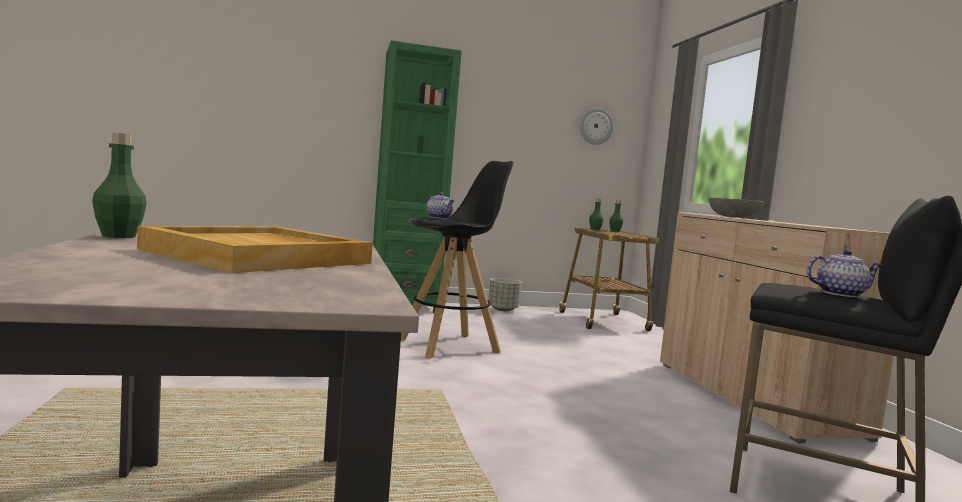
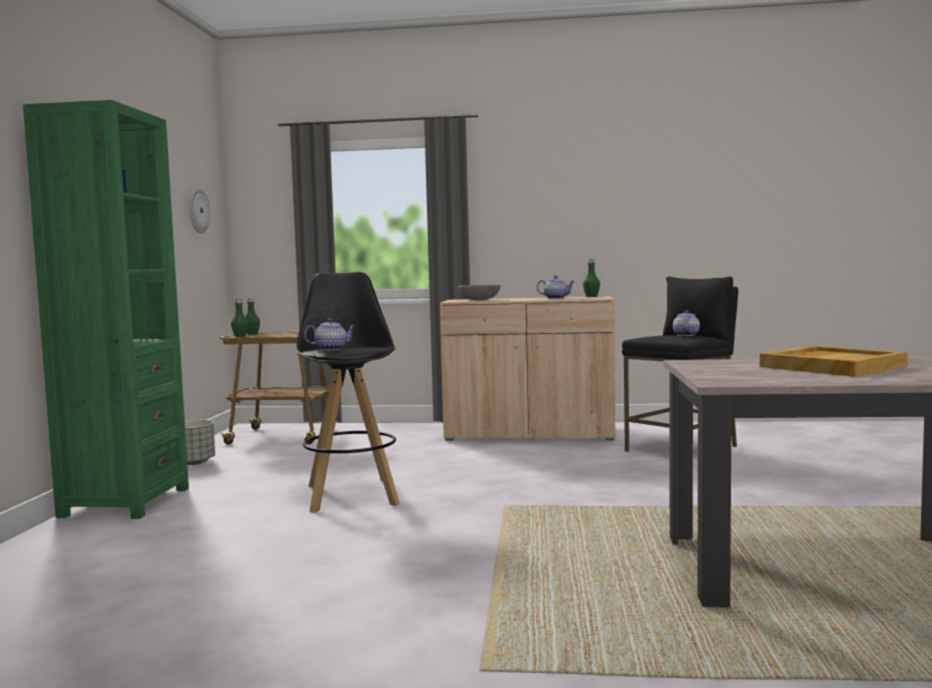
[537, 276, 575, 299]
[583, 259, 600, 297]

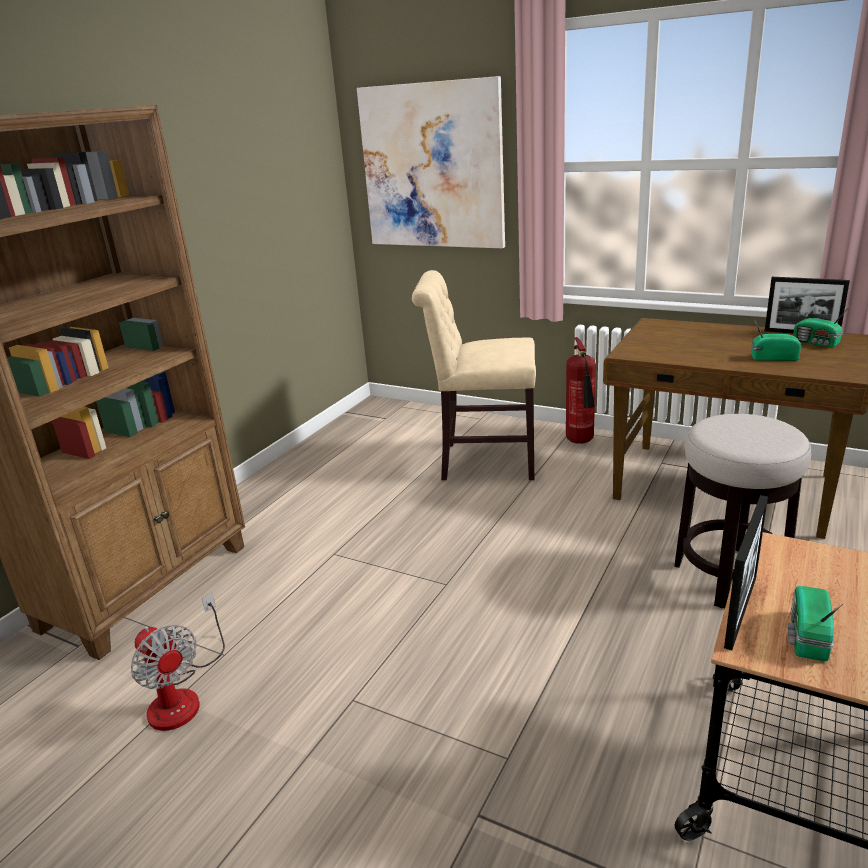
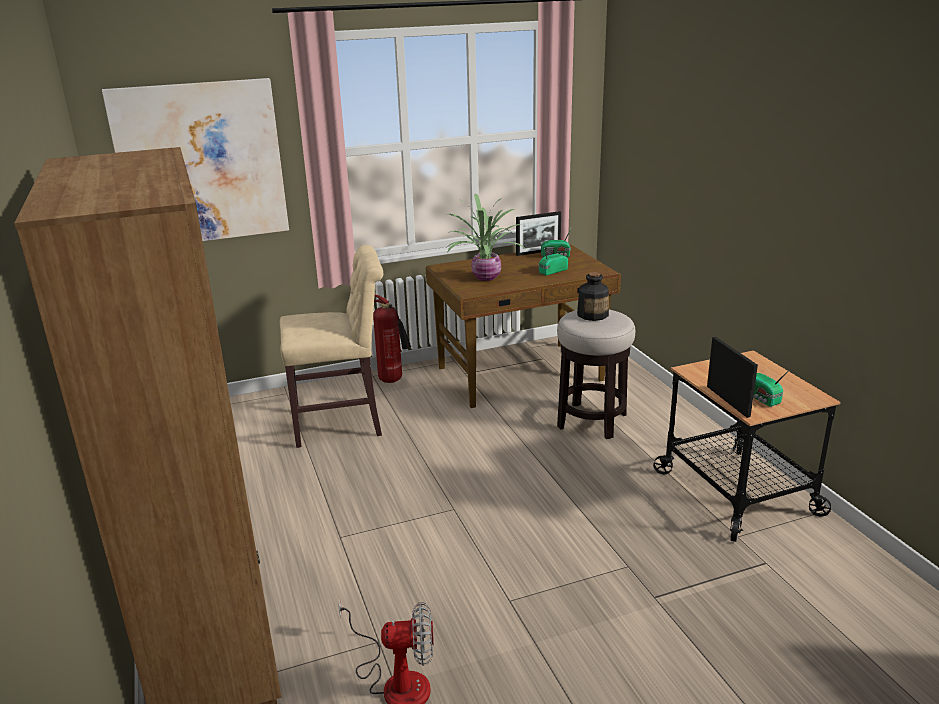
[447, 194, 524, 281]
[577, 272, 609, 321]
[280, 245, 383, 448]

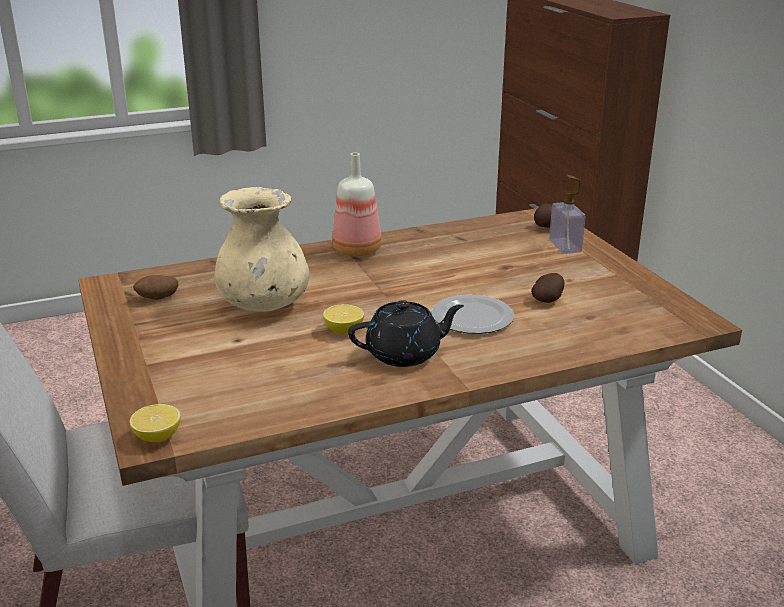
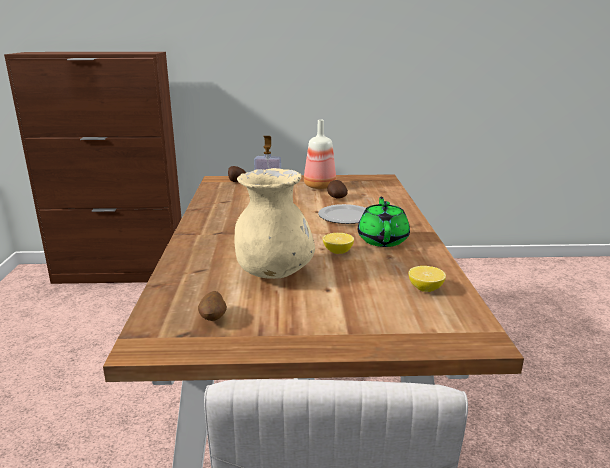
[408, 266, 446, 292]
[304, 120, 336, 189]
[358, 197, 410, 247]

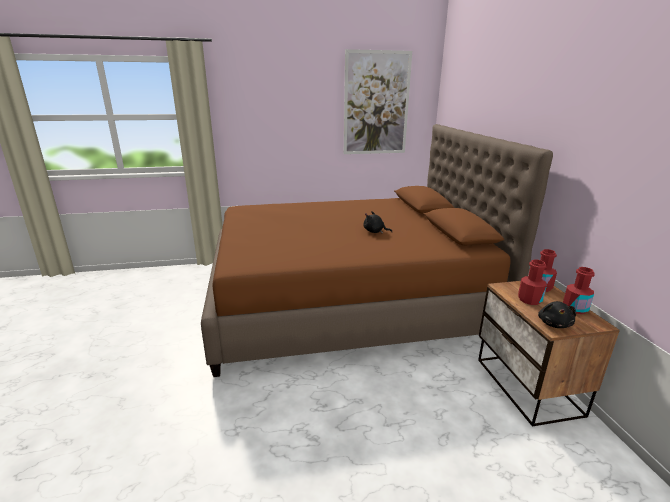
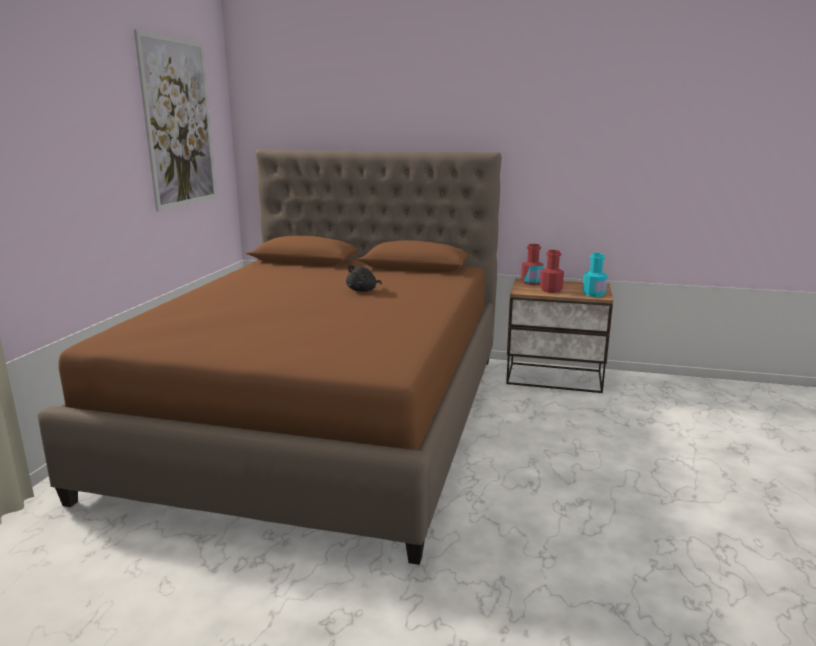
[563, 267, 595, 314] (first image)
[582, 253, 608, 297]

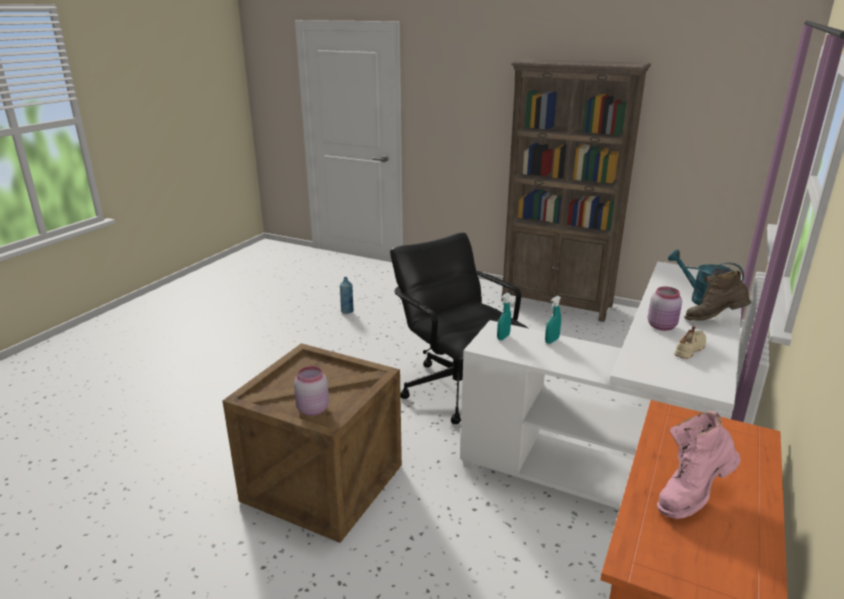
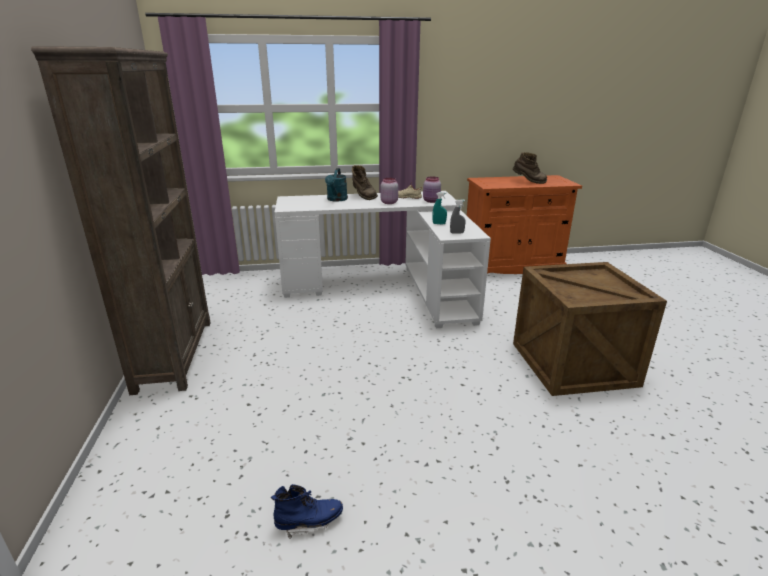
[390, 232, 528, 424] (first image)
[423, 176, 441, 203]
[271, 484, 343, 539]
[450, 200, 466, 233]
[513, 152, 547, 184]

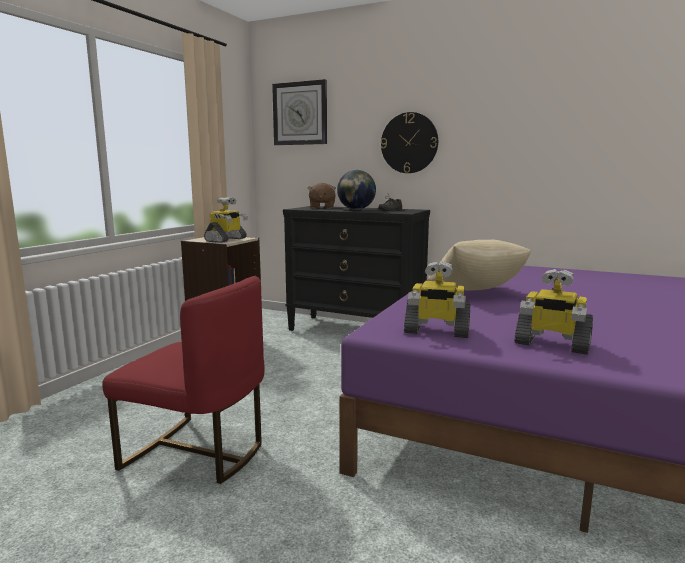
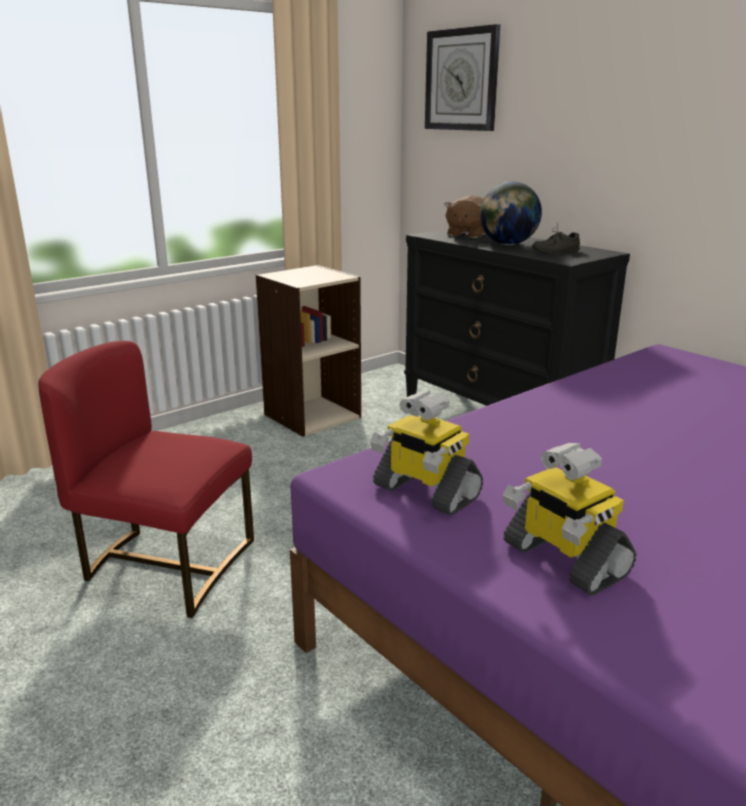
[204, 197, 248, 243] (first image)
[381, 112, 438, 173] (first image)
[428, 240, 531, 291] (first image)
[38, 341, 254, 618]

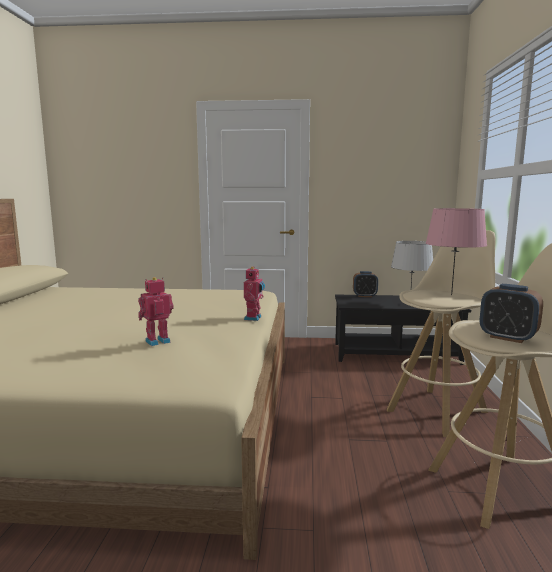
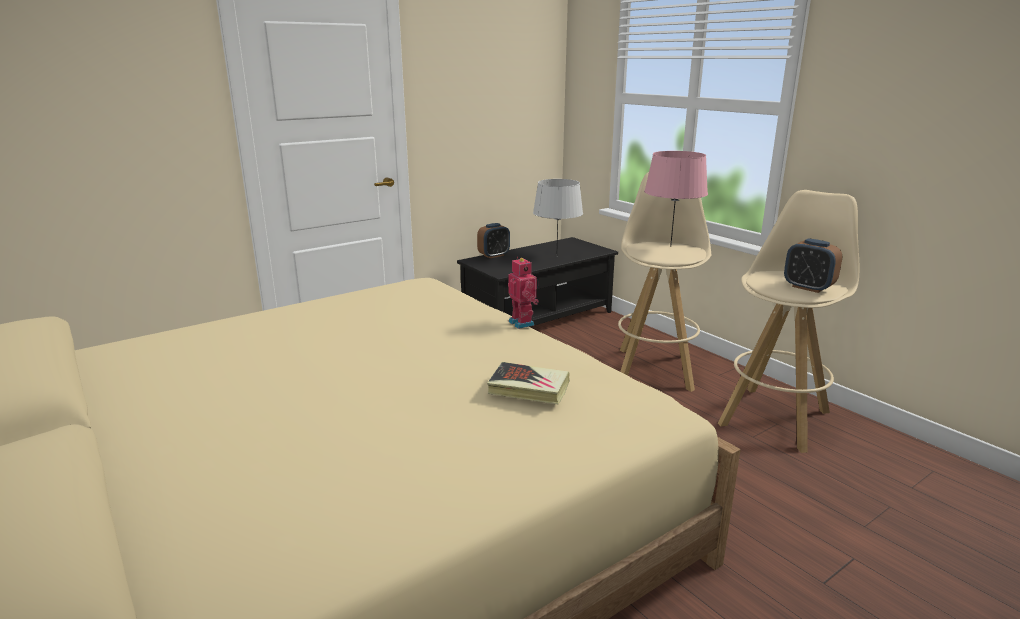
[487, 362, 570, 405]
[784, 238, 842, 293]

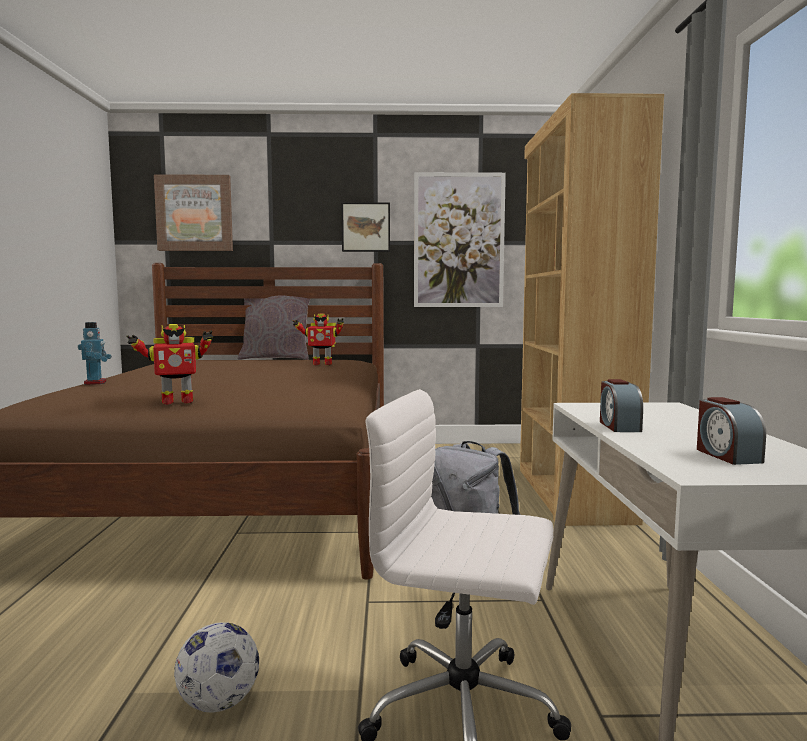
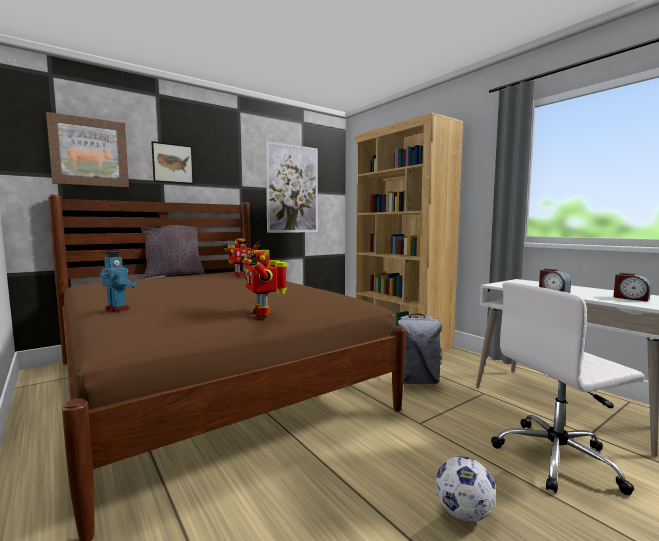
[151, 141, 194, 184]
[240, 250, 287, 317]

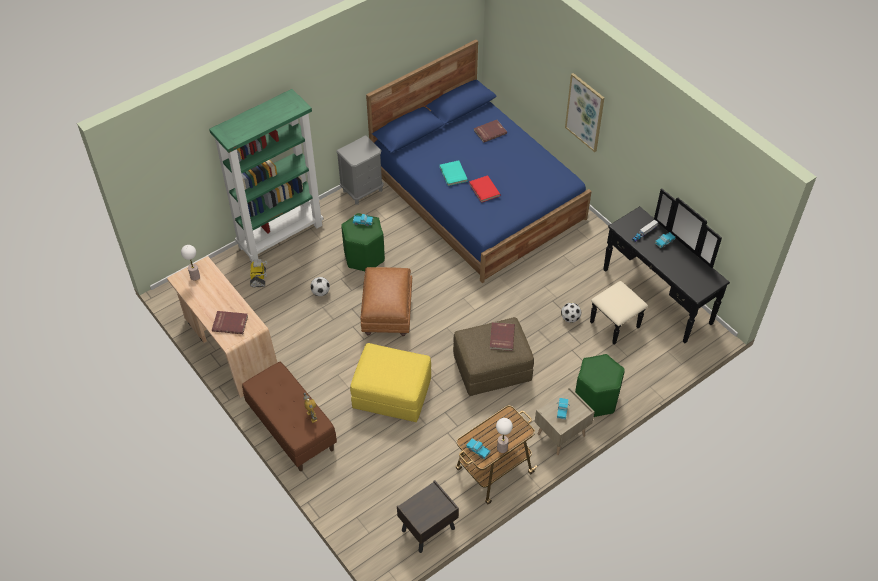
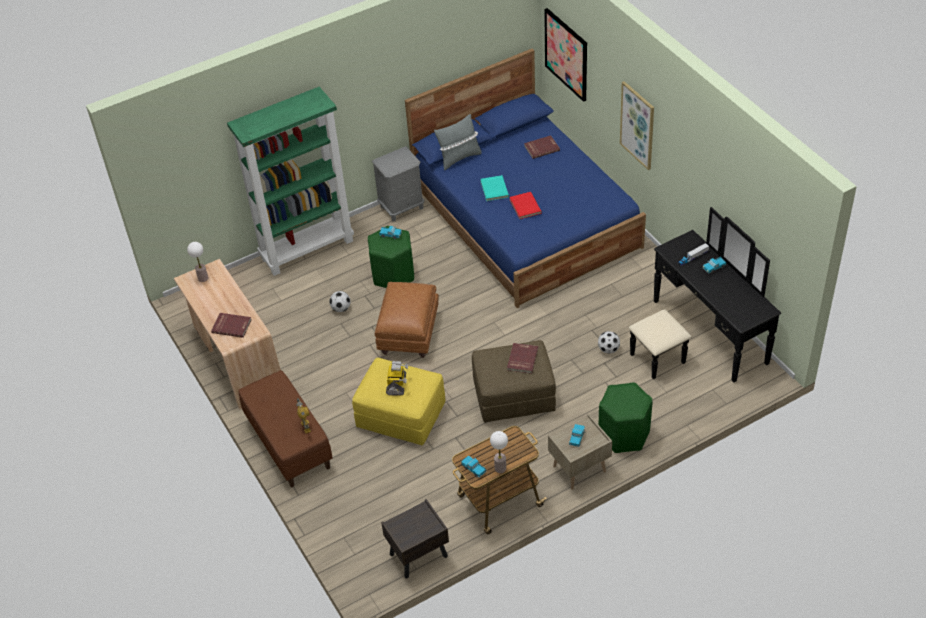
[434, 114, 482, 171]
[544, 8, 587, 102]
[386, 361, 408, 396]

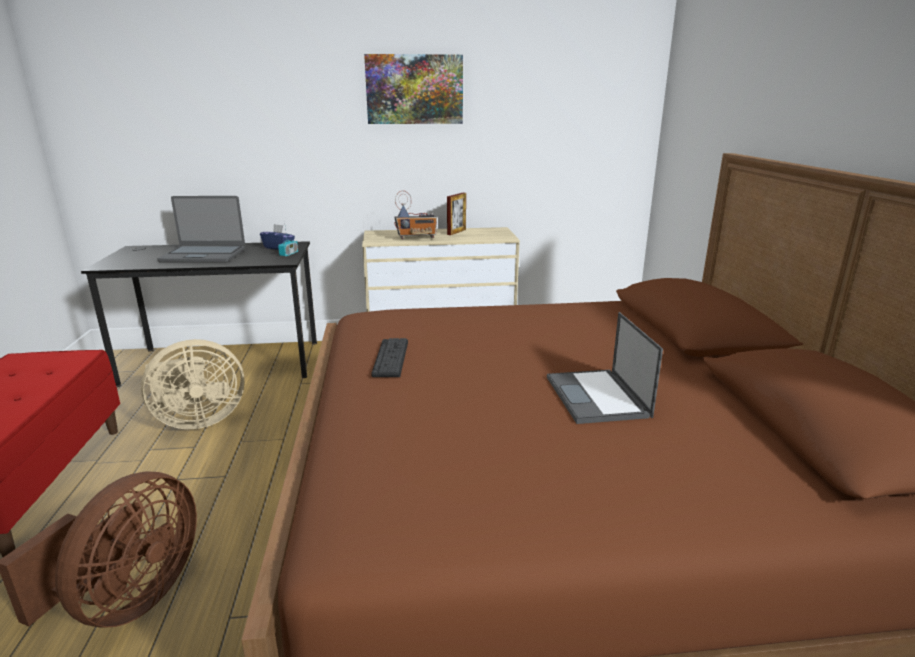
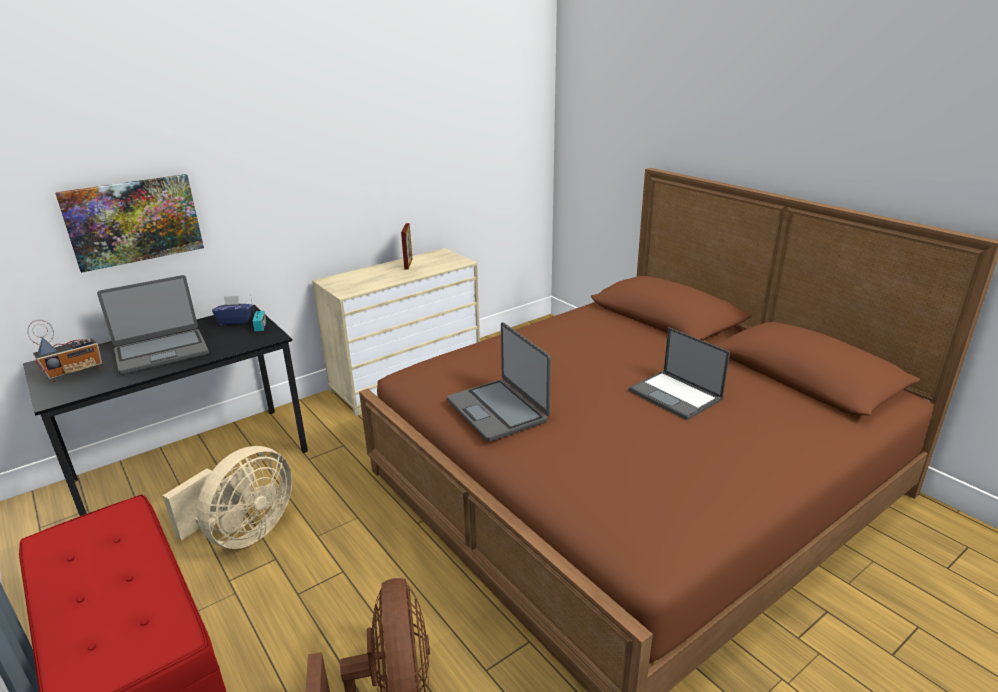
[55, 174, 204, 273]
[27, 320, 102, 382]
[447, 322, 551, 442]

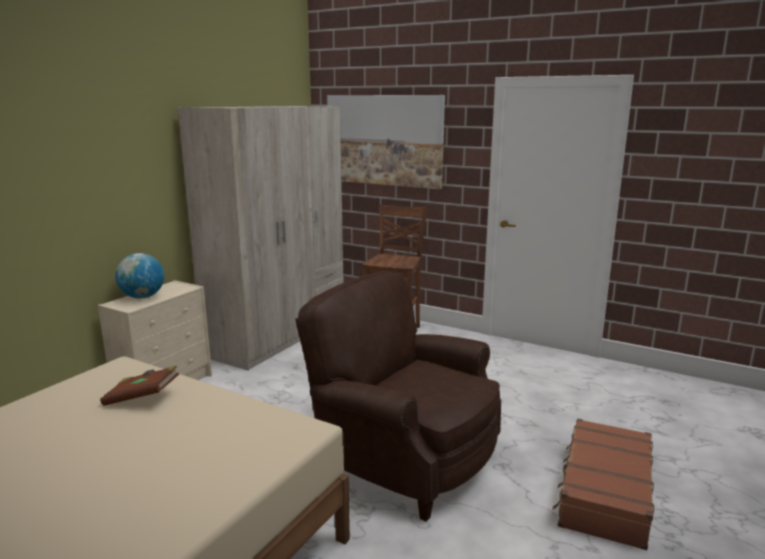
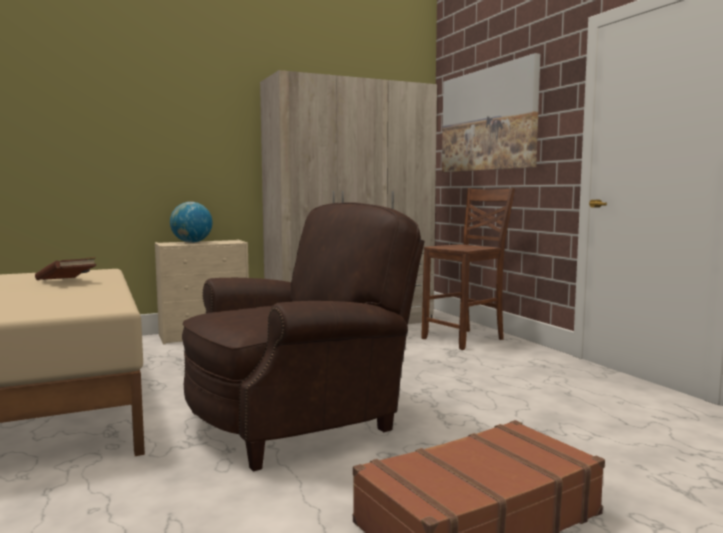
[182, 202, 425, 472]

